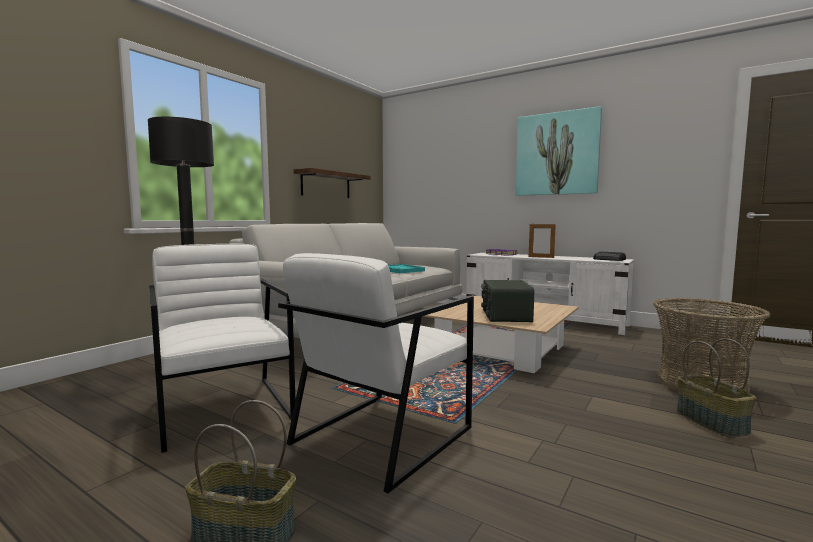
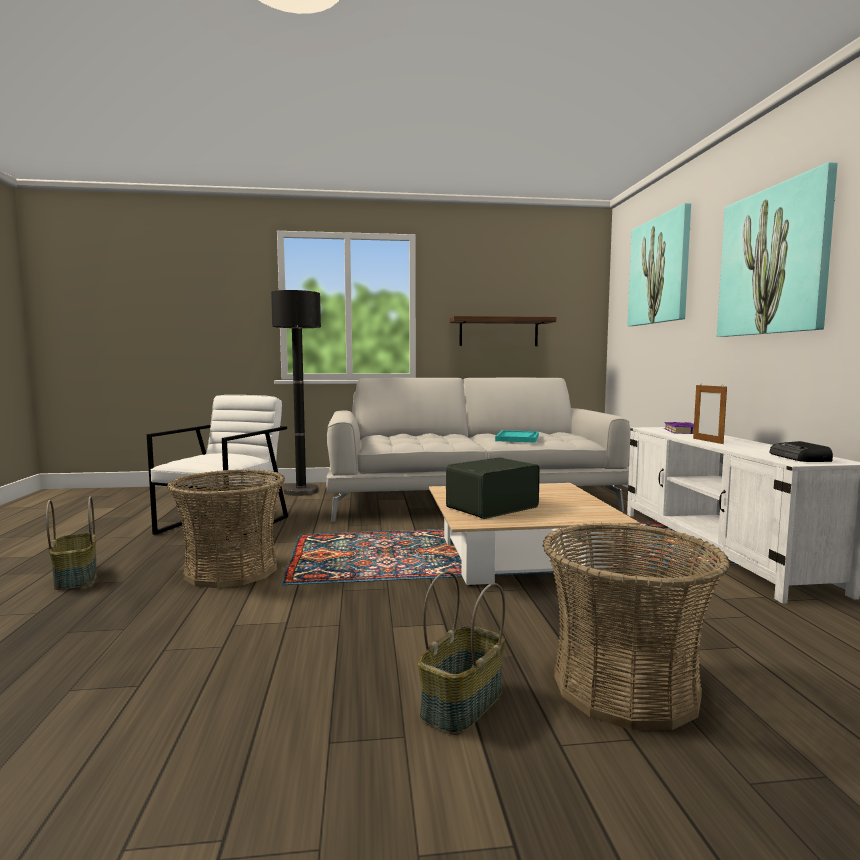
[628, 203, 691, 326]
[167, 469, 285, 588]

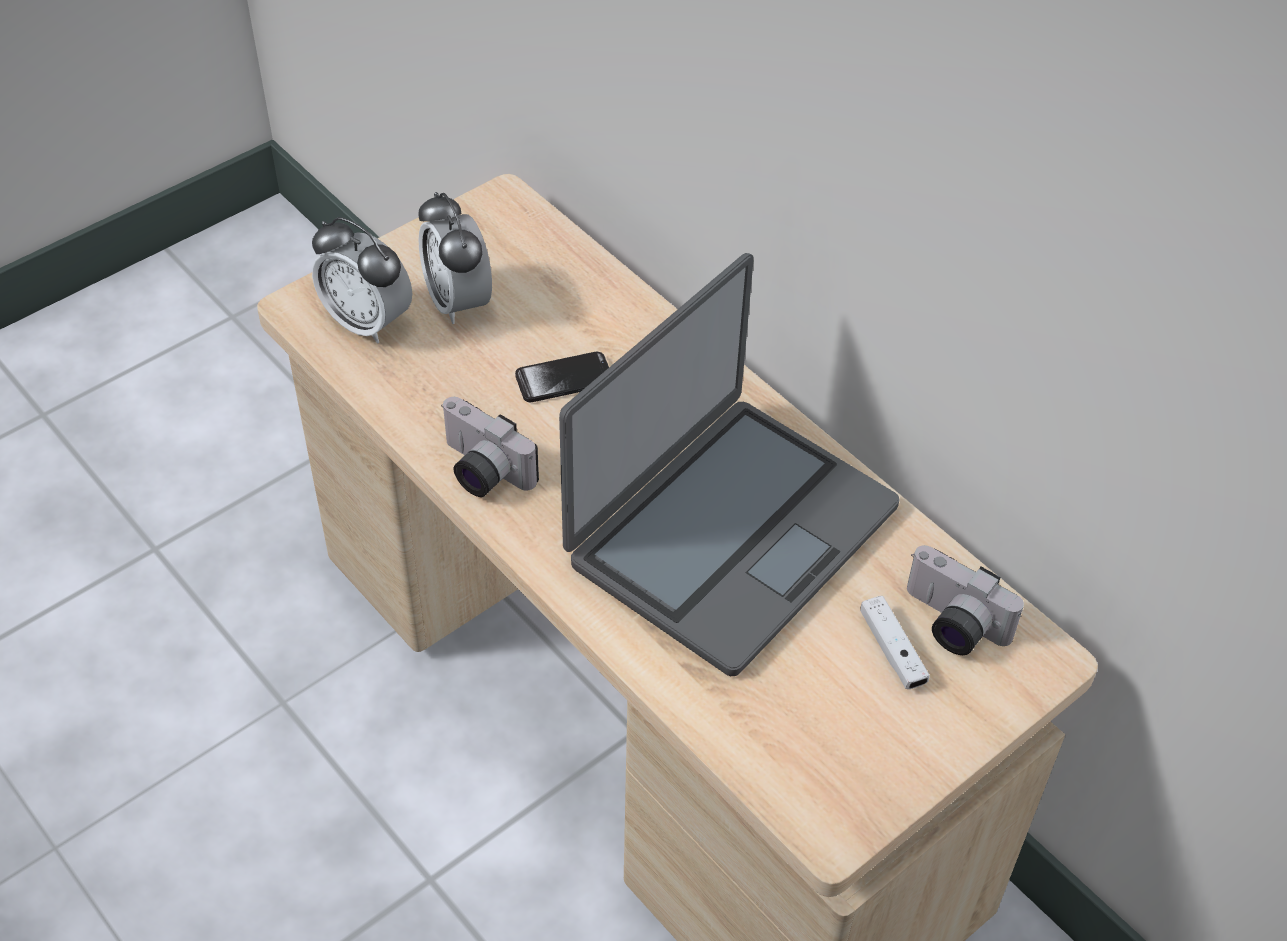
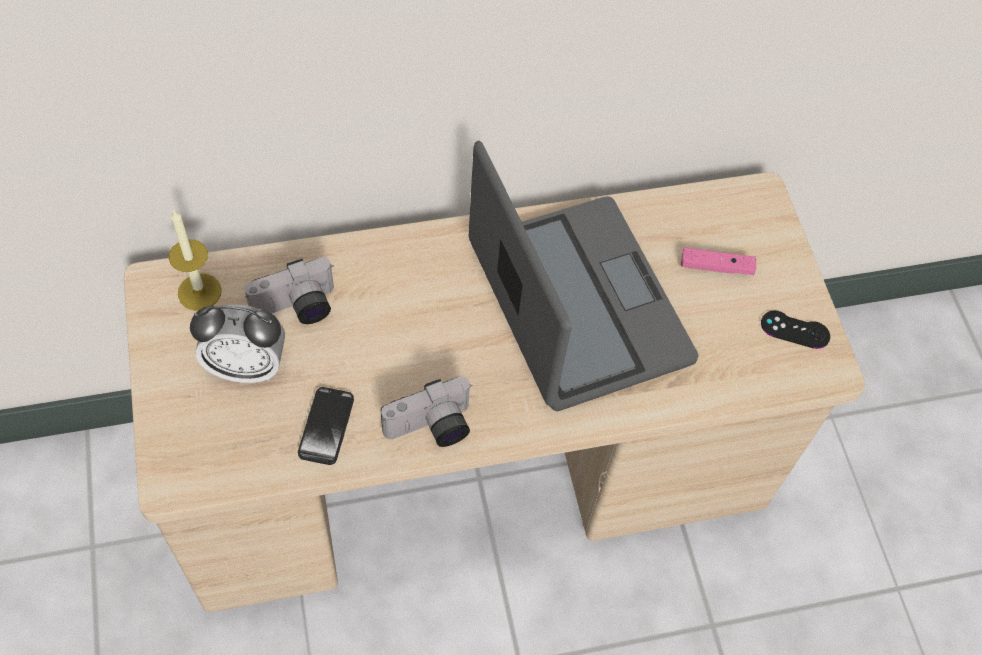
[312, 217, 412, 344] (first image)
[169, 210, 222, 310]
[761, 310, 830, 349]
[298, 387, 354, 465]
[244, 257, 334, 324]
[681, 247, 756, 275]

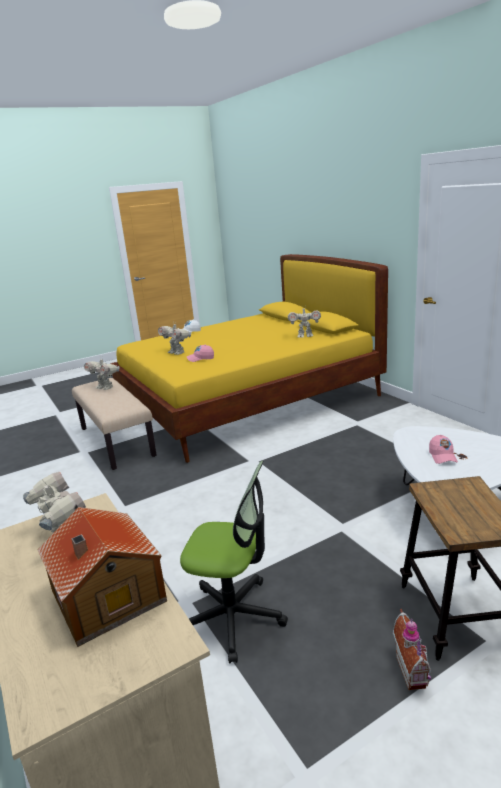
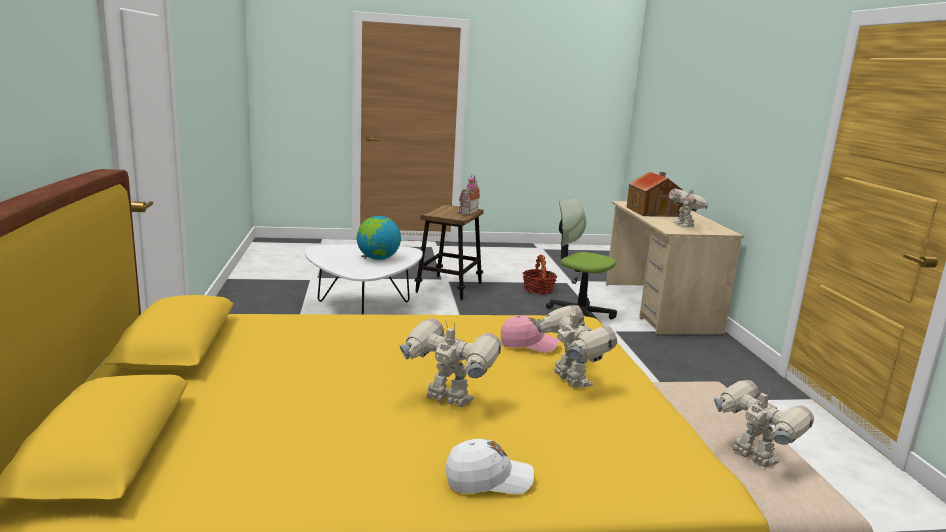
[523, 255, 557, 295]
[400, 318, 501, 407]
[458, 175, 480, 215]
[357, 216, 401, 260]

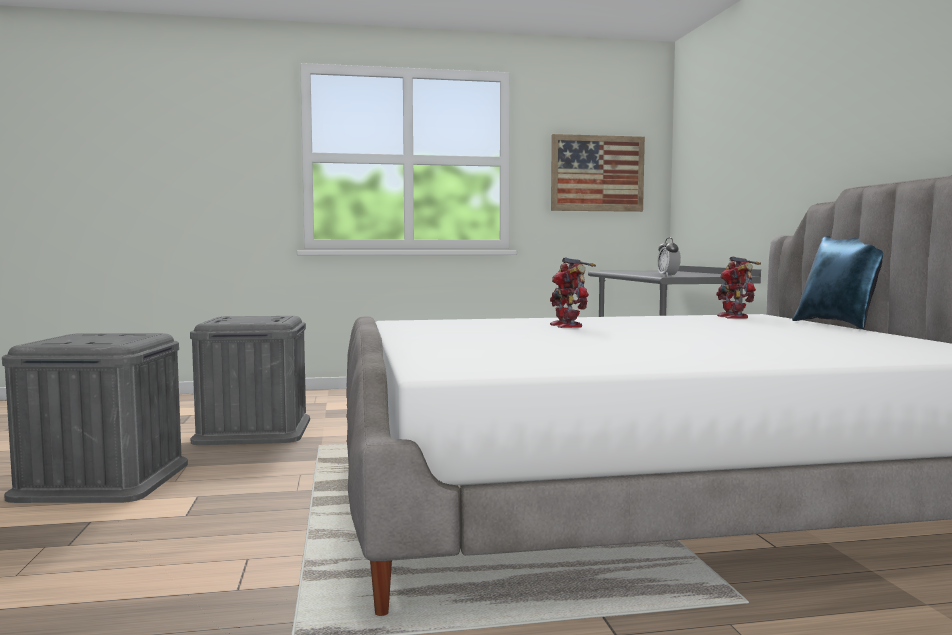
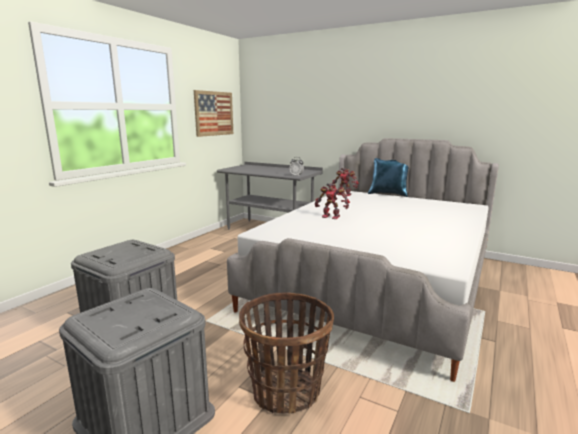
[239, 292, 334, 414]

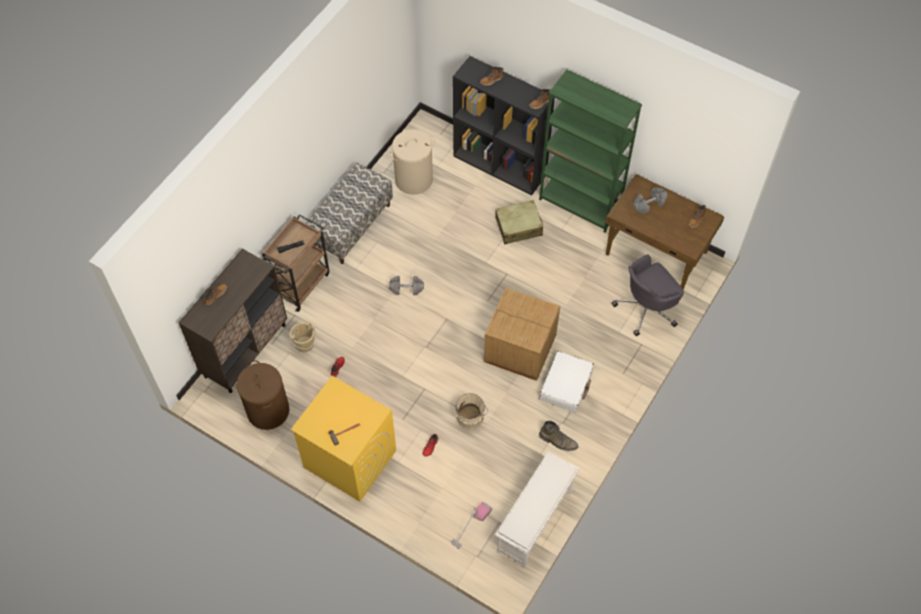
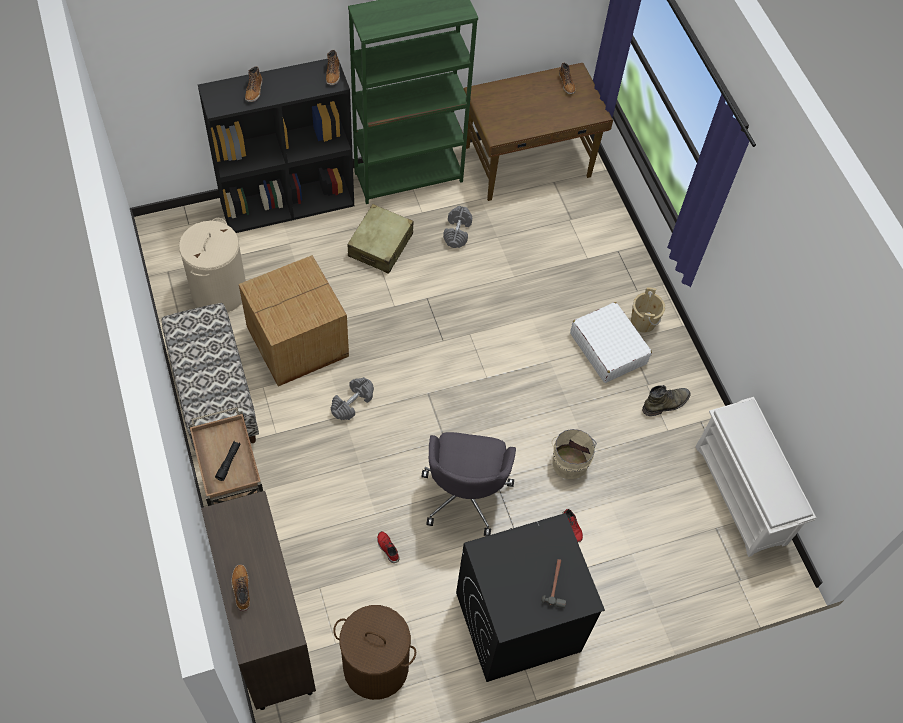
[451, 502, 492, 549] (first image)
[631, 287, 665, 333]
[239, 255, 349, 386]
[421, 432, 516, 536]
[443, 206, 472, 248]
[456, 513, 605, 682]

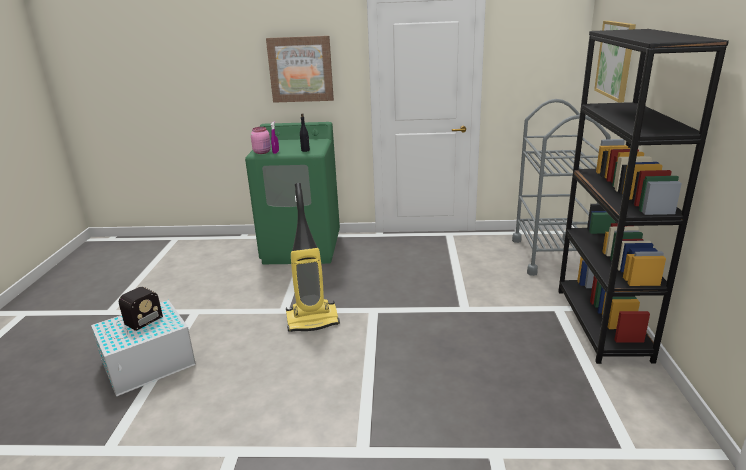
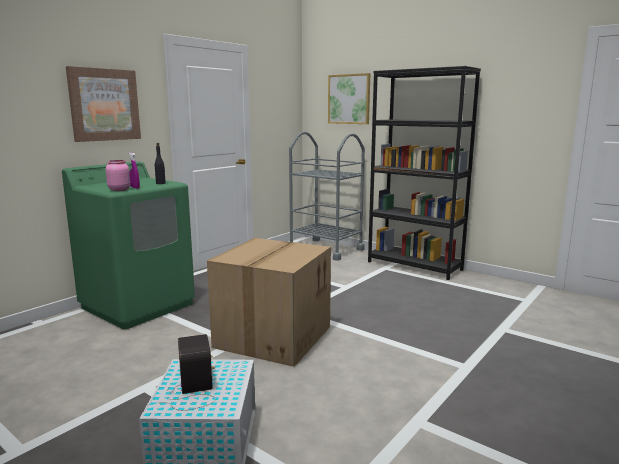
[207, 238, 331, 367]

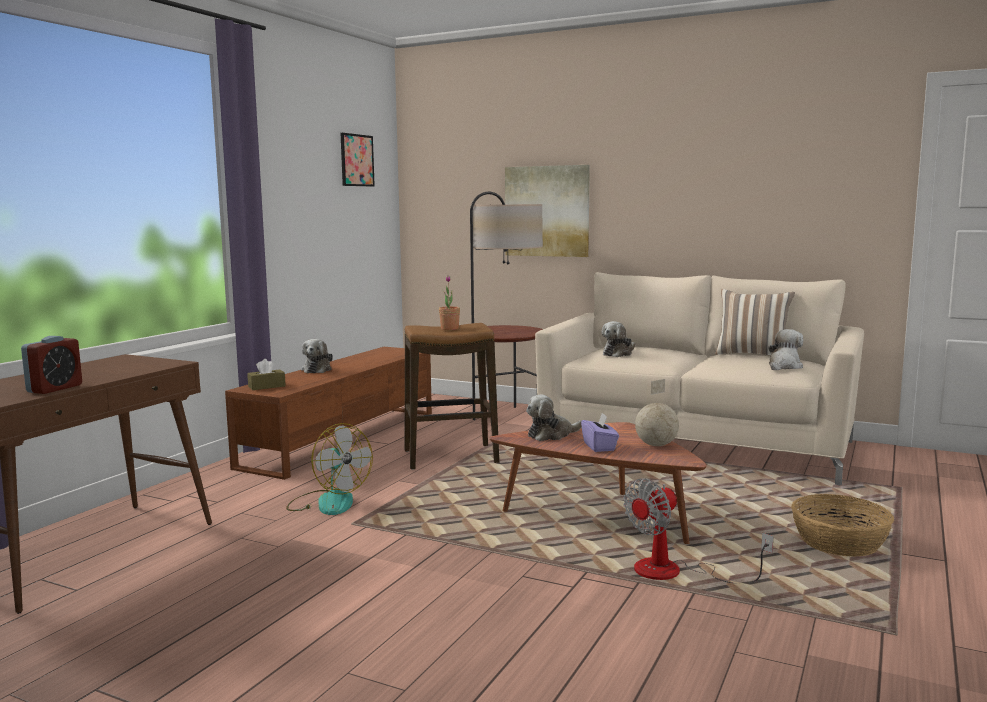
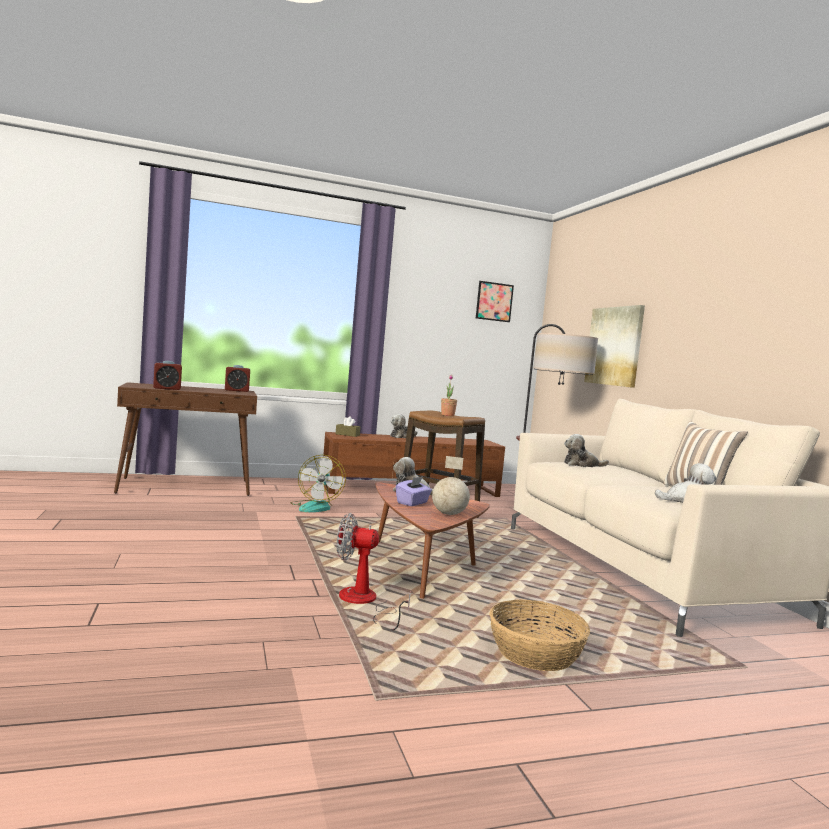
[225, 365, 250, 392]

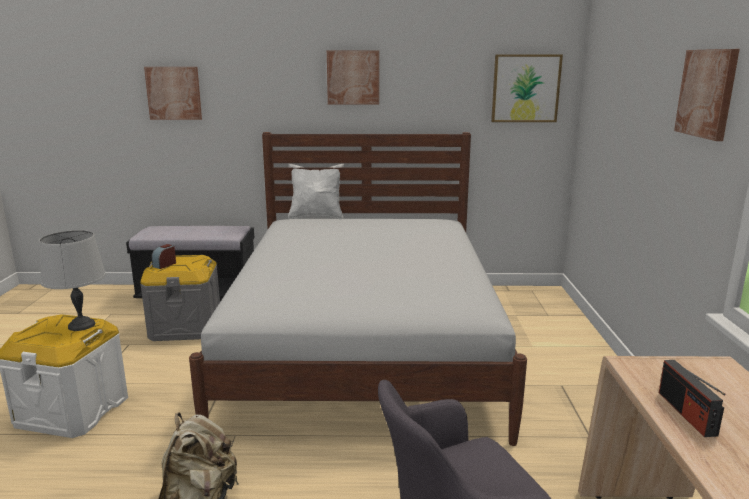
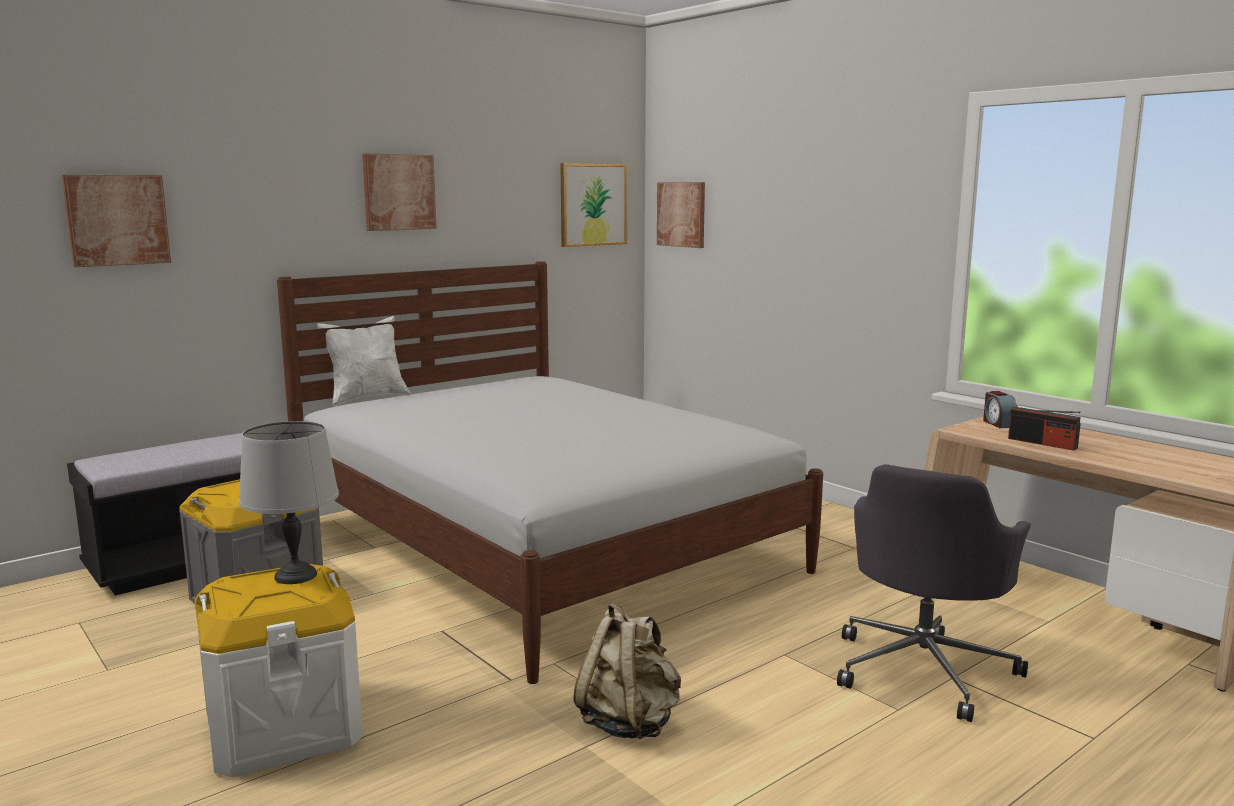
[983, 391, 1018, 428]
[657, 182, 705, 248]

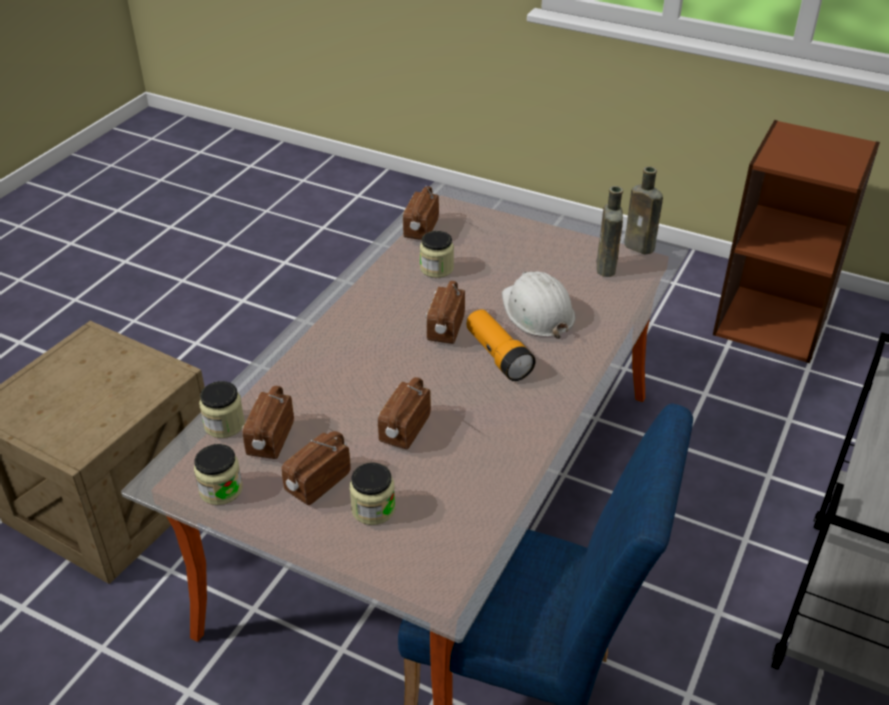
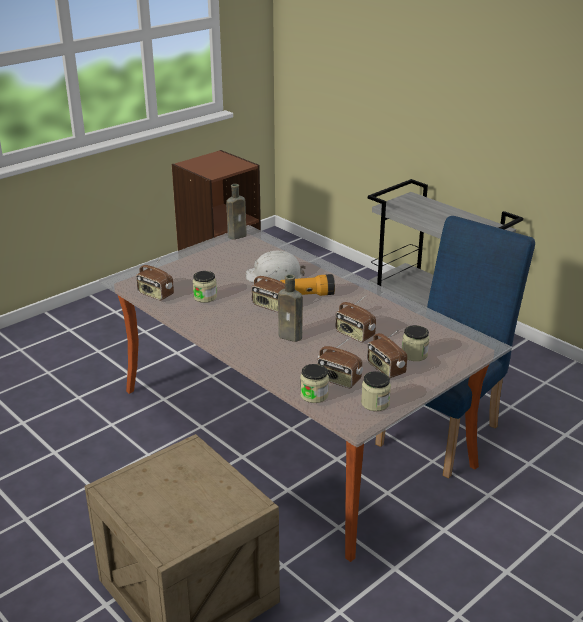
[278, 274, 303, 342]

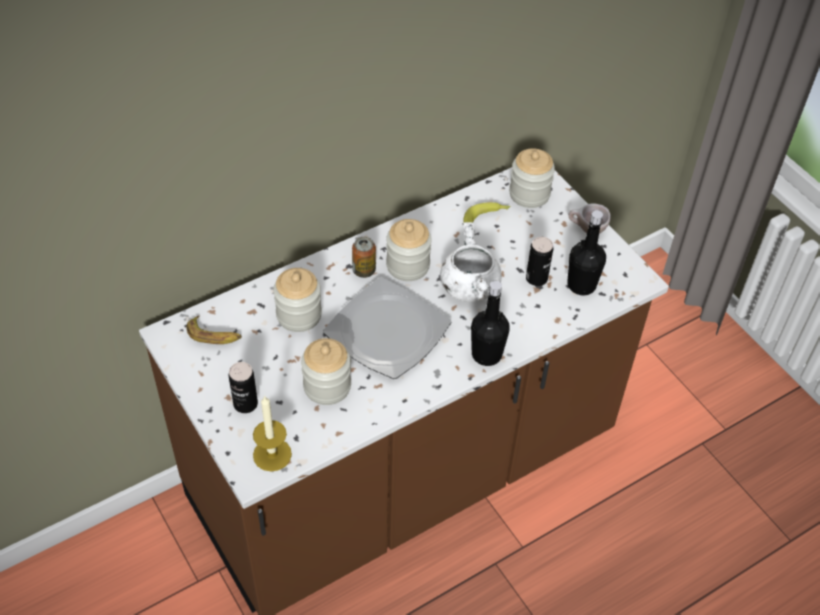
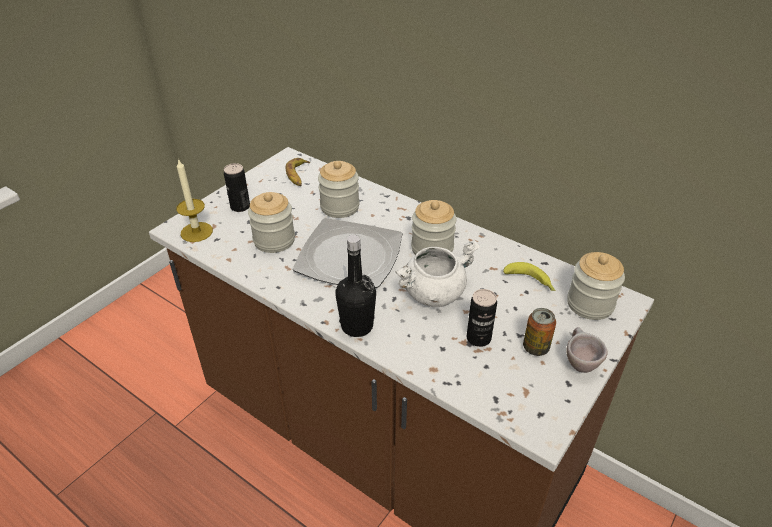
[567, 210, 606, 295] (first image)
[523, 308, 556, 356]

